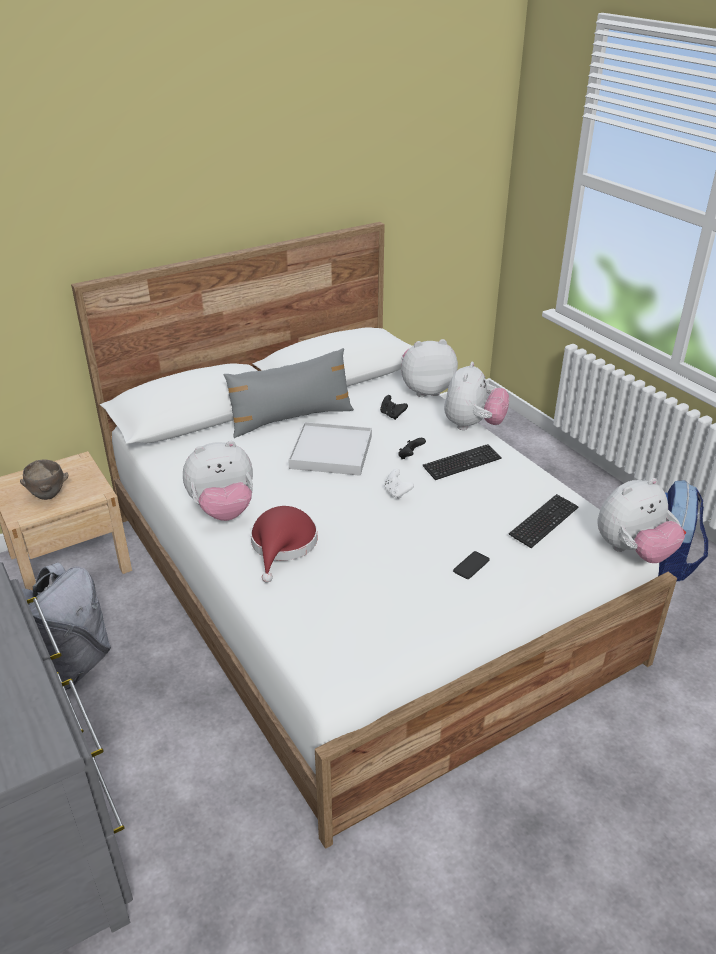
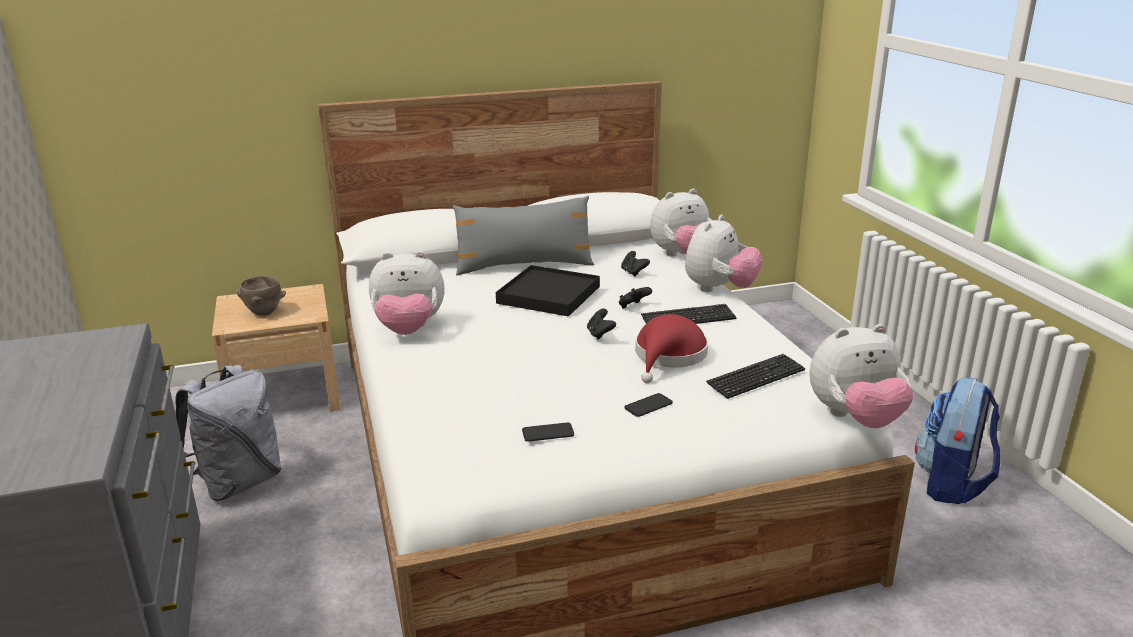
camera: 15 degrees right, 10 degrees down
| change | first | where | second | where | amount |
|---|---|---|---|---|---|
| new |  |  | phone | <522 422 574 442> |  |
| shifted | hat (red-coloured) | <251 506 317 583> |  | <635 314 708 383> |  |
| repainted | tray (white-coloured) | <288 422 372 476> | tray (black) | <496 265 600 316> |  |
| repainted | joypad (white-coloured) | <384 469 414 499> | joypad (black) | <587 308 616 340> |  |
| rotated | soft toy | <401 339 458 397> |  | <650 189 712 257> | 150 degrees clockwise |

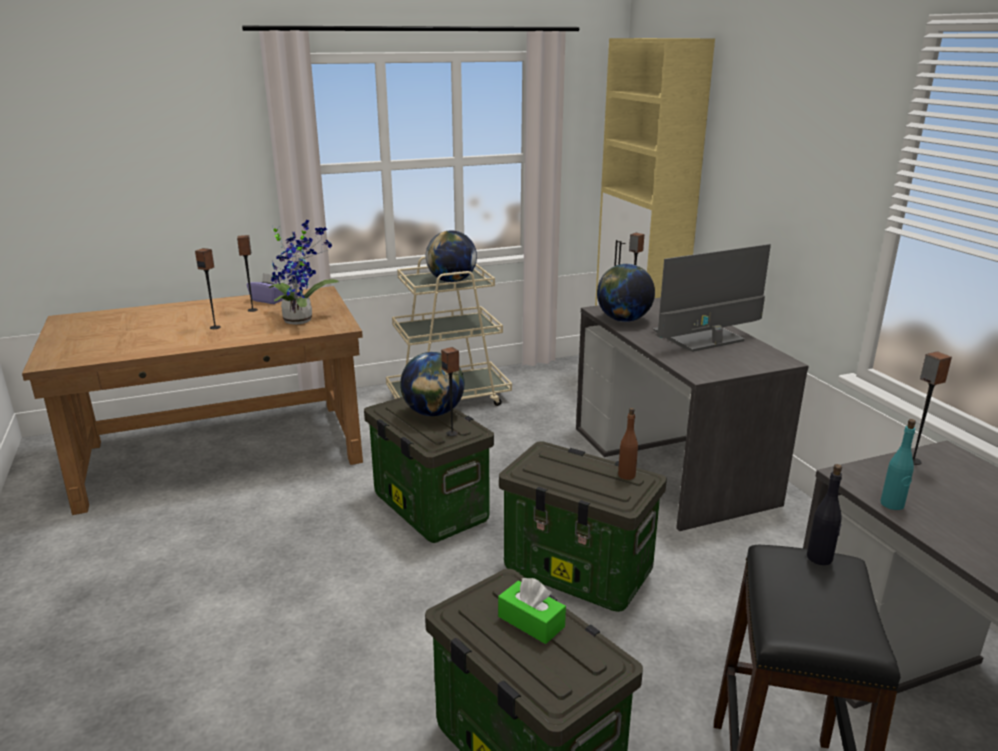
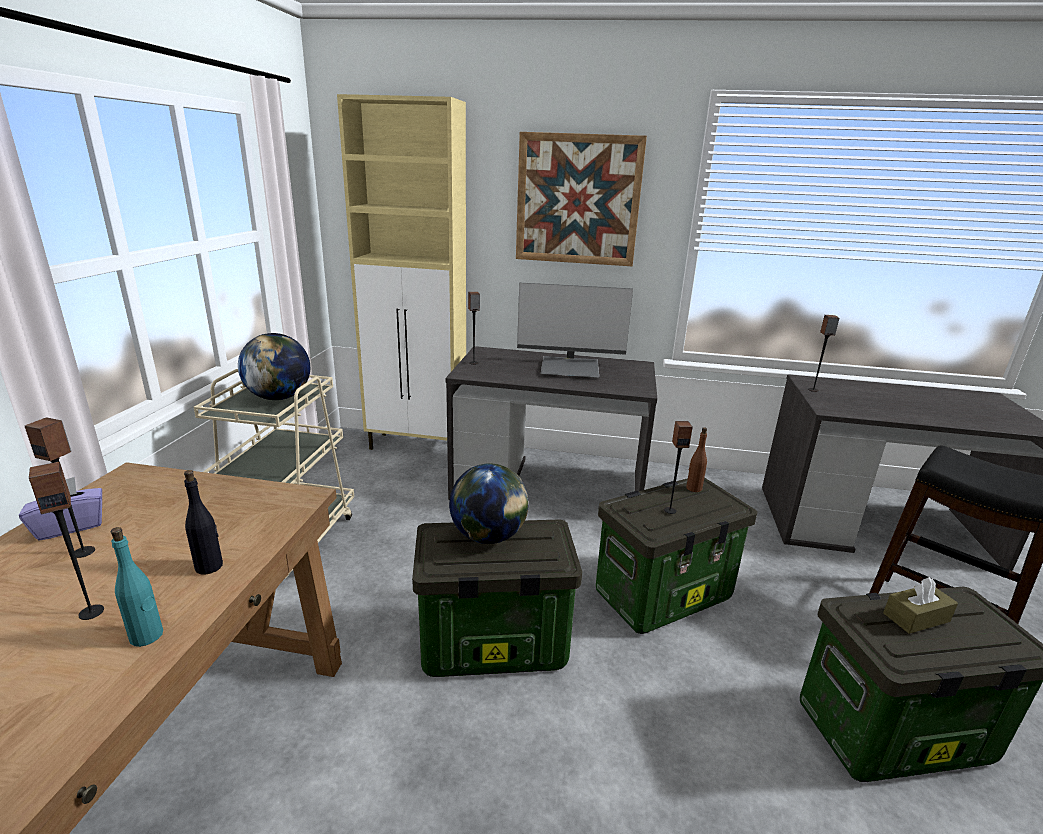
camera: 60 degrees left, 0 degrees up
| change | first | where | second | where | amount |
|---|---|---|---|---|---|
| gone | houseplant | <269 220 339 325> |  |  |  |
| gone | world globe | <597 263 655 322> |  |  |  |
| new |  |  | picture | <516 132 647 266> |  |
| shifted | loudspeaker | <441 347 459 436> |  | <664 421 693 514> |  |
| shifted | drink bottle (black) | <807 464 842 565> |  | <184 470 223 575> |  |
| shifted | drink bottle (turquoise) | <880 419 916 510> |  | <111 527 163 647> |  |
| repainted | tissue box (greenish) | <498 578 566 644> | tissue box (brownish) | <883 577 958 634> |  |
| rotated | computer screen | <652 244 771 352> |  | <517 283 633 378> | 90 degrees counterclockwise |

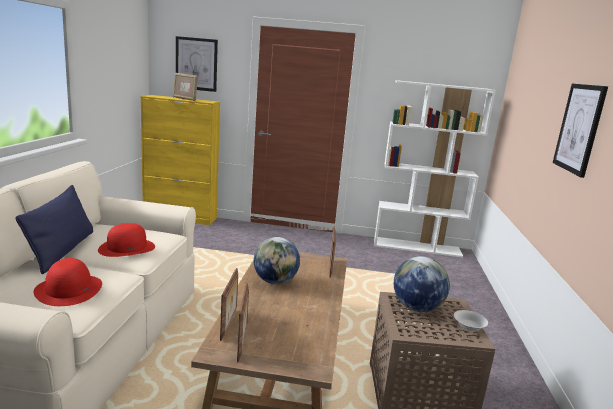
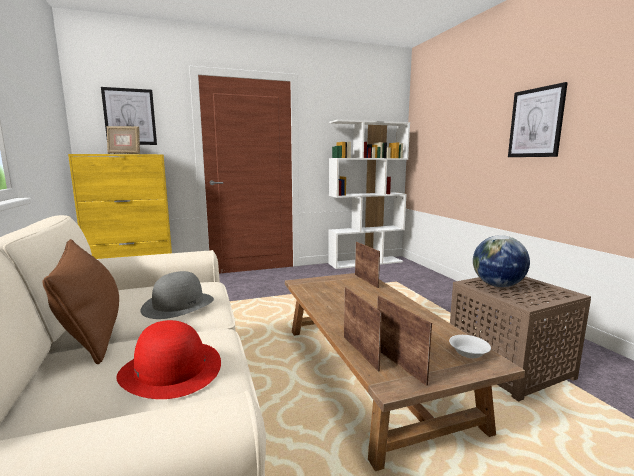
camera: 25 degrees left, 5 degrees down
| change | first | where | second | where | amount |
|---|---|---|---|---|---|
| gone | world globe | <254 237 300 284> |  |  |  |
| shifted | bowl (white-coloured) | <454 310 488 331> |  | <449 335 491 358> |  |
| repainted | throw pillow (blue-coloured) | <16 185 93 274> | throw pillow (brownish) | <42 239 119 364> |  |
| repainted | hat (red-coloured) | <98 223 155 257> | hat (gray) | <141 271 214 319> |  |

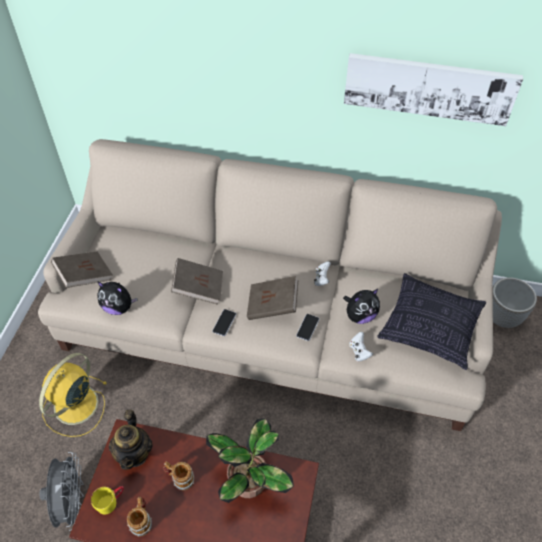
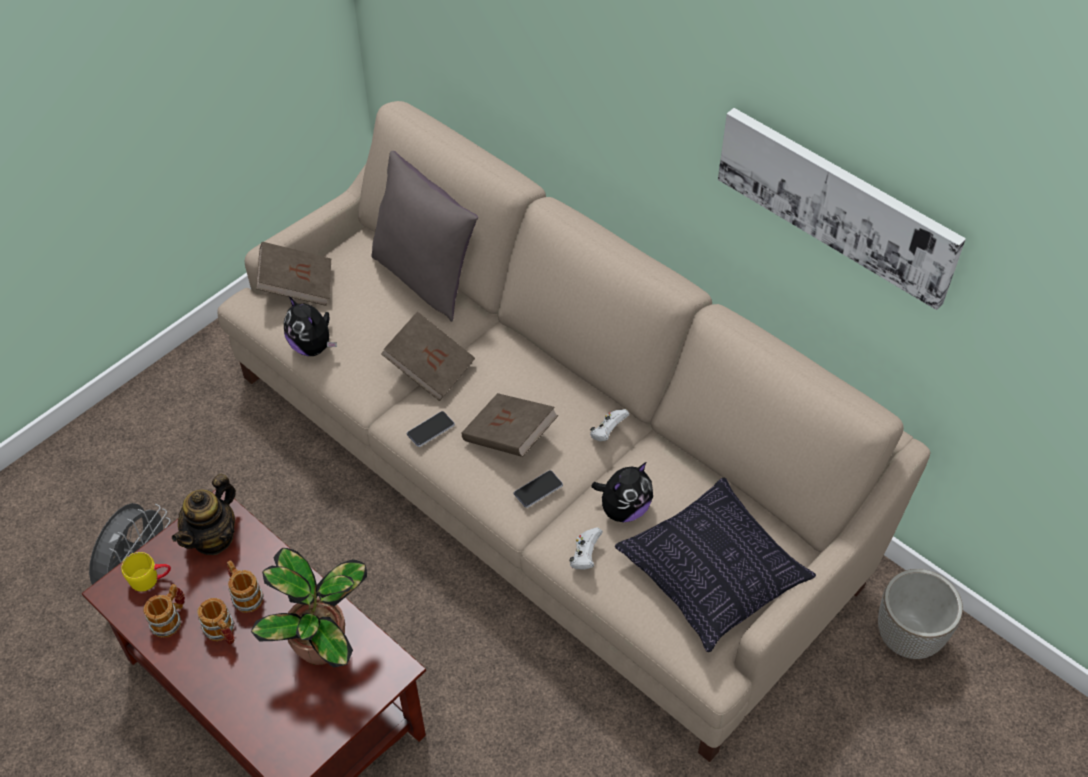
camera: 30 degrees right, 0 degrees up
| change | first | where | second | where | amount |
|---|---|---|---|---|---|
| gone | cooling fan (yellow) | <39 353 106 437> |  |  |  |
| new |  |  | mug | <198 598 234 645> |  |
| new |  |  | throw pillow (gray) | <371 151 478 322> |  |
| rotated | soft toy | <343 289 380 324> |  | <591 462 653 522> | 45 degrees counterclockwise |

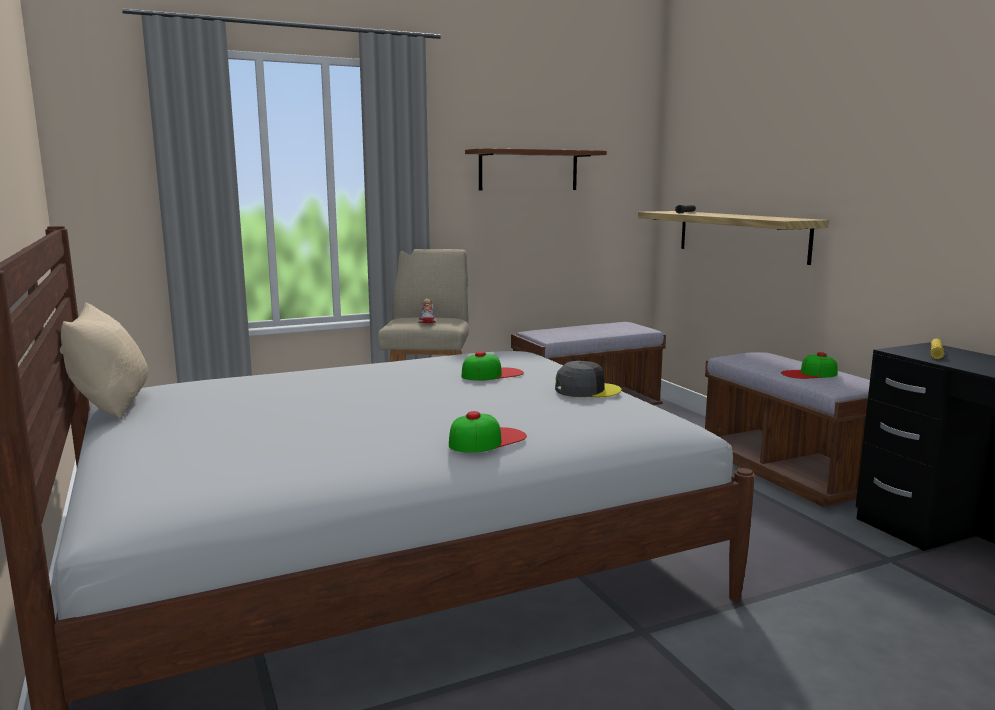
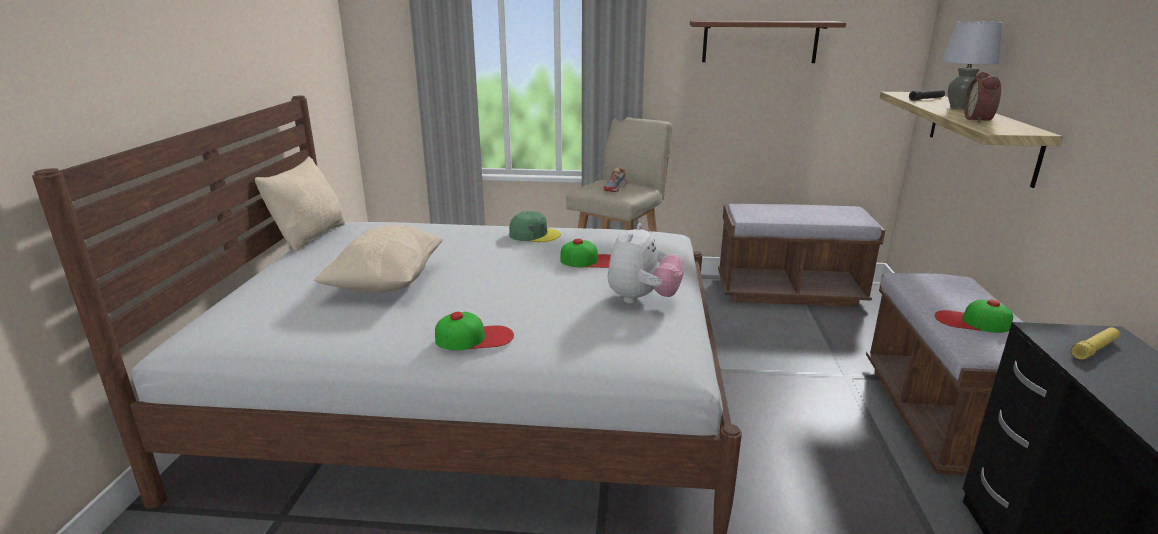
camera: 30 degrees right, 10 degrees up
| change | first | where | second | where | amount |
|---|---|---|---|---|---|
| new |  |  | throw pillow (beige) | <314 225 443 293> |  |
| new |  |  | cap (greenish) | <509 211 561 242> |  |
| new |  |  | tabletop lamp (gray) | <943 21 1002 109> |  |
| new |  |  | alarm clock | <964 72 1001 123> |  |
| swapped | cap (gray) | <555 361 622 397> | soft toy | <608 223 684 304> |  |

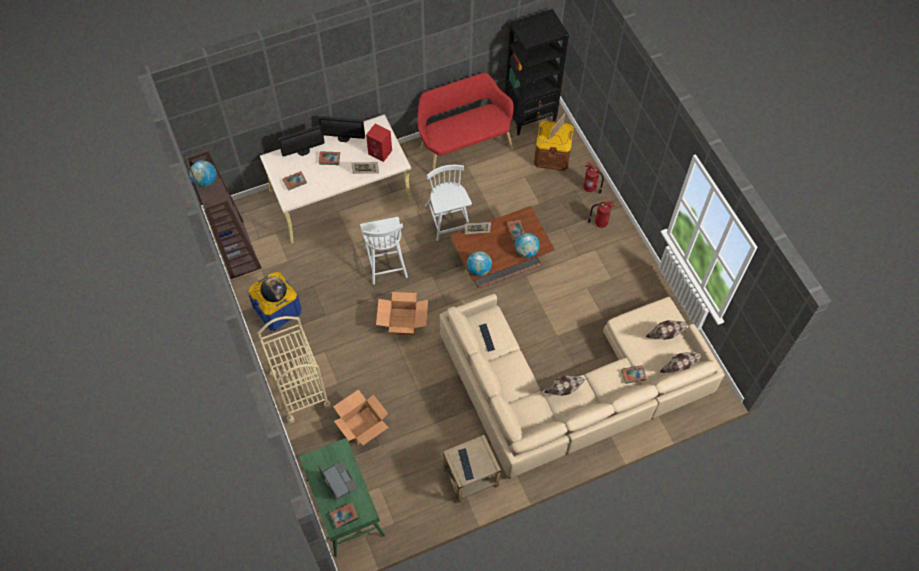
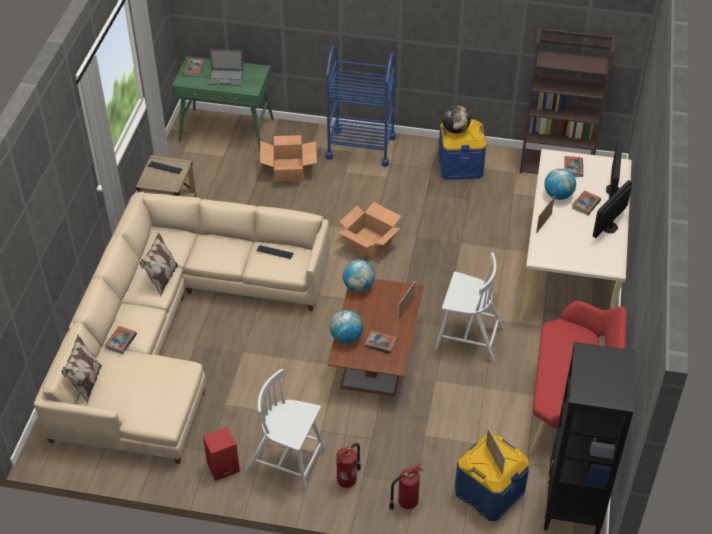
camera: 125 degrees right, 15 degrees down
| change | first | where | second | where | amount |
|---|---|---|---|---|---|
| gone | throw pillow | <646 320 693 340> |  |  |  |
| shifted | world globe | <189 161 216 187> |  | <544 168 576 200> |  |
| shifted | chair (white-coloured) | <360 217 408 285> |  | <245 369 326 492> |  |
| shifted | loudspeaker (red-coloured) | <366 124 392 162> |  | <203 427 240 481> |  |
| repainted | trolley (beige) | <258 316 331 424> | trolley (blue-coloured) | <325 46 396 167> |  |
| repainted | storage box (brownish) | <534 121 574 171> | storage box (blue-coloured) | <455 434 529 521> |  |

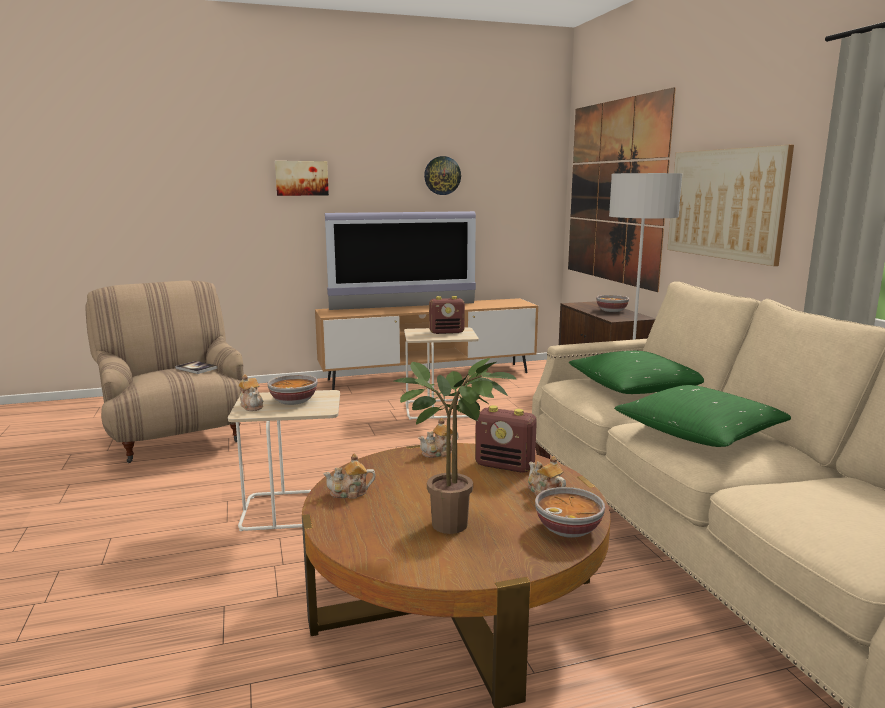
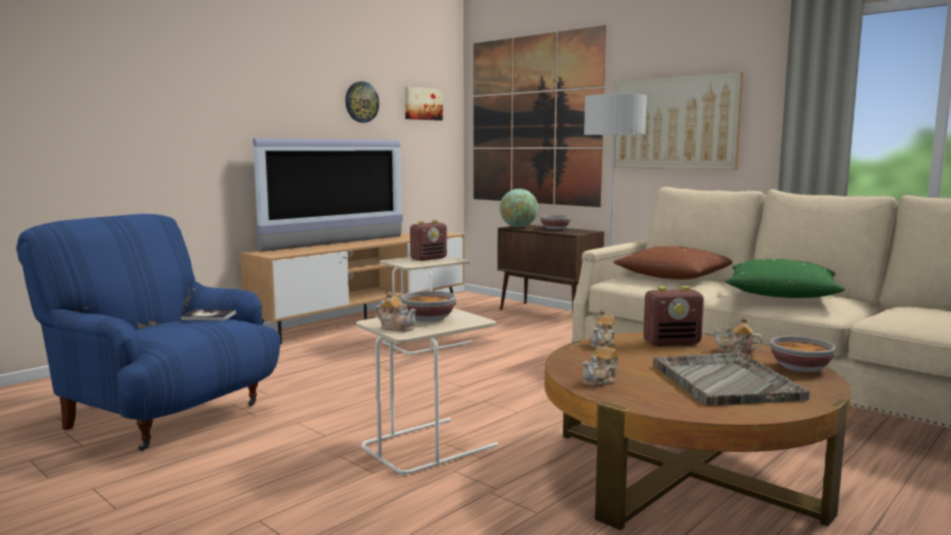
camera: 30 degrees left, 5 degrees down
| change | first | where | second | where | amount |
|---|---|---|---|---|---|
| new |  |  | world globe | <500 189 538 227> |  |
| shifted | picture | <275 161 329 196> |  | <405 87 443 121> |  |
| swapped | houseplant | <394 358 516 534> | tray (gray) | <653 352 810 406> |  |
| repainted | lounge chair (beige) | <86 280 244 463> | lounge chair (blue-coloured) | <16 214 280 452> |  |
| repainted | throw pillow (greenish) | <569 351 704 394> | throw pillow (brownish) | <613 246 732 280> |  |

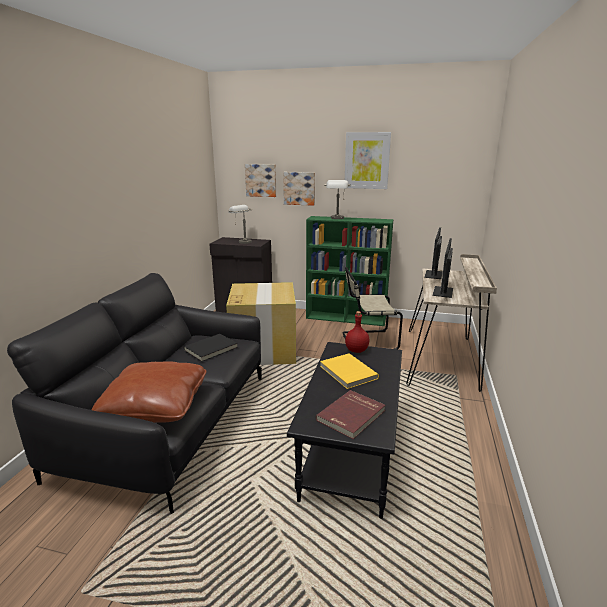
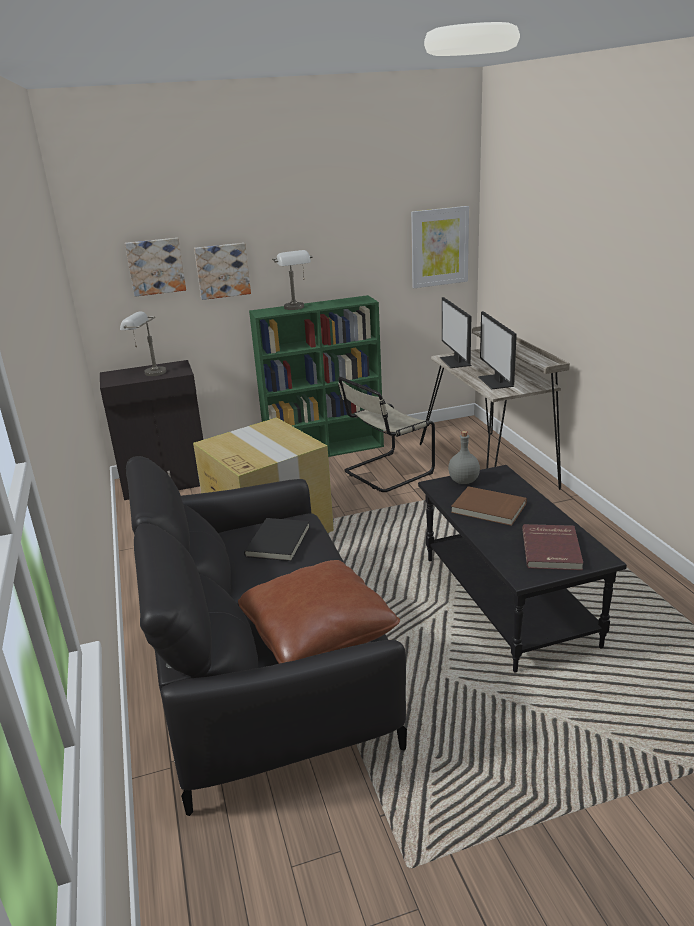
camera: 30 degrees left, 5 degrees up
| change | first | where | second | where | amount |
|---|---|---|---|---|---|
| shifted | picture | <345 132 391 189> |  | <411 206 469 288> |  |
| repainted | volume (yellow) | <320 353 379 389> | volume (brownish) | <451 486 527 526> |  |
| repainted | drink bottle (red-coloured) | <345 311 369 353> | drink bottle (gray) | <448 431 480 484> |  |

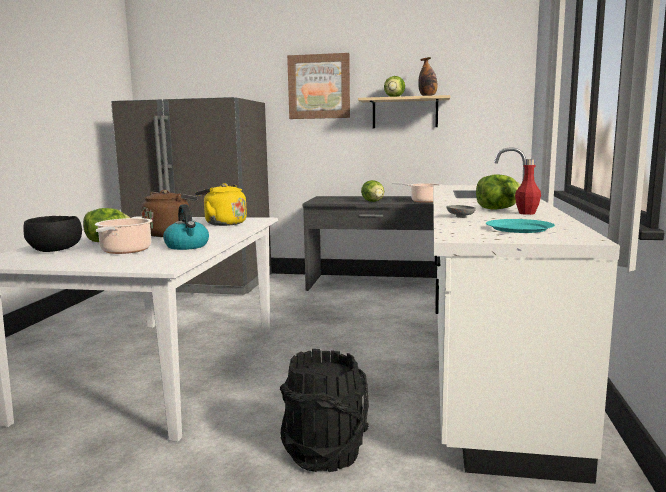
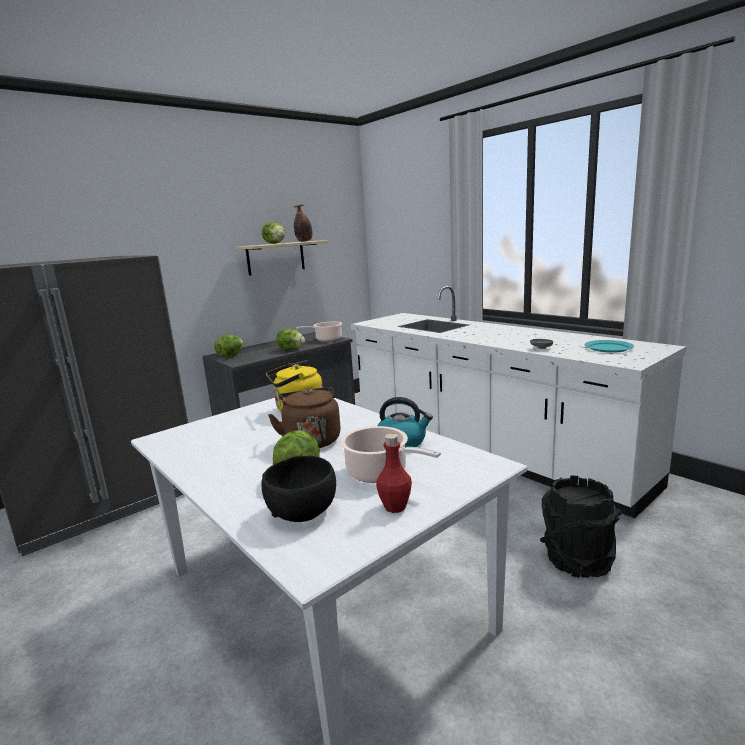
camera: 50 degrees left, 5 degrees up
| change | first | where | second | where | amount |
|---|---|---|---|---|---|
| gone | picture | <287 53 350 119> |  |  |  |
| shifted | lettuce | <476 174 521 210> |  | <214 335 244 357> |  |
| shifted | drink bottle (red-coloured) | <515 159 541 215> |  | <376 434 412 513> |  |

